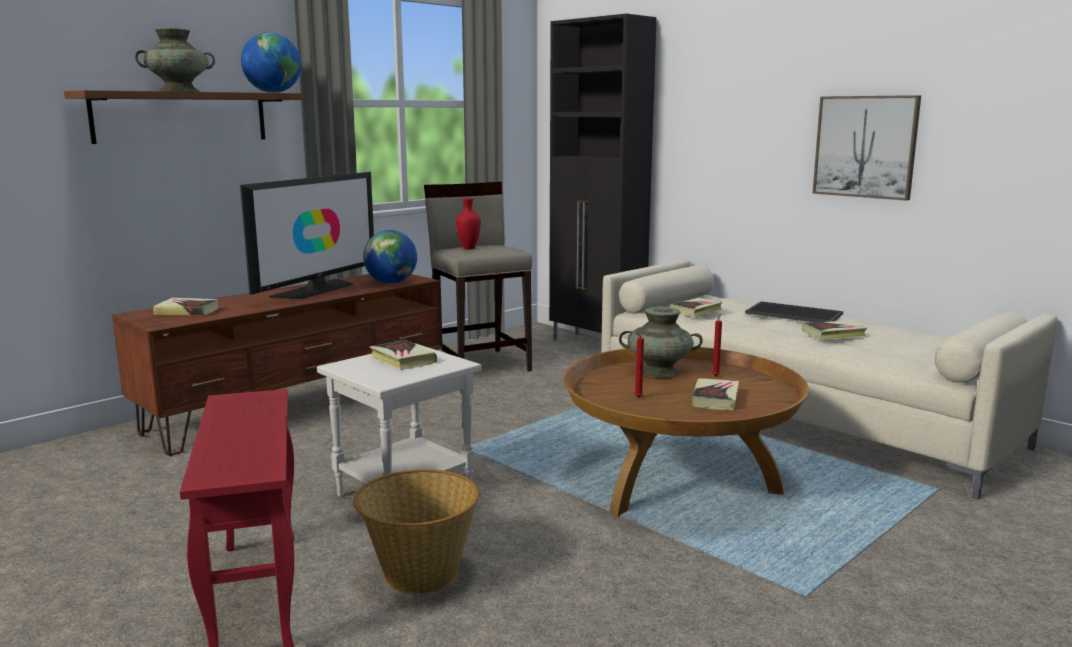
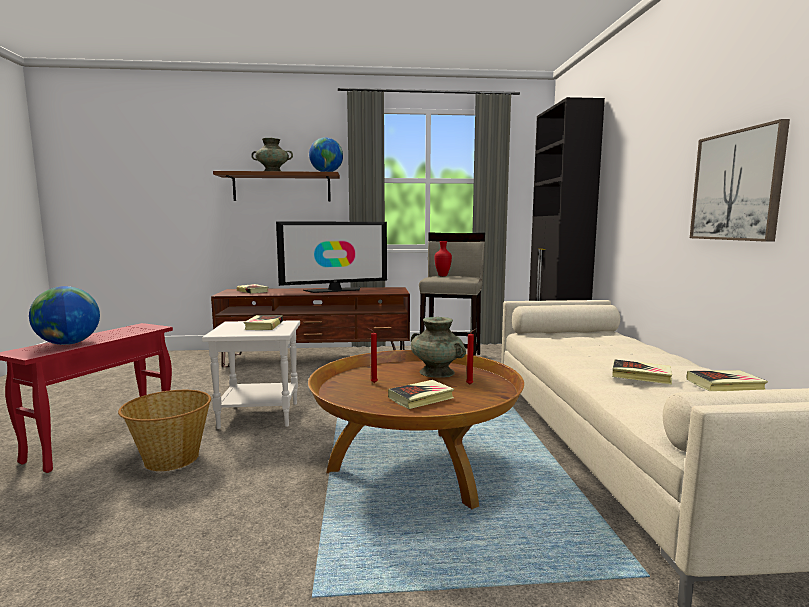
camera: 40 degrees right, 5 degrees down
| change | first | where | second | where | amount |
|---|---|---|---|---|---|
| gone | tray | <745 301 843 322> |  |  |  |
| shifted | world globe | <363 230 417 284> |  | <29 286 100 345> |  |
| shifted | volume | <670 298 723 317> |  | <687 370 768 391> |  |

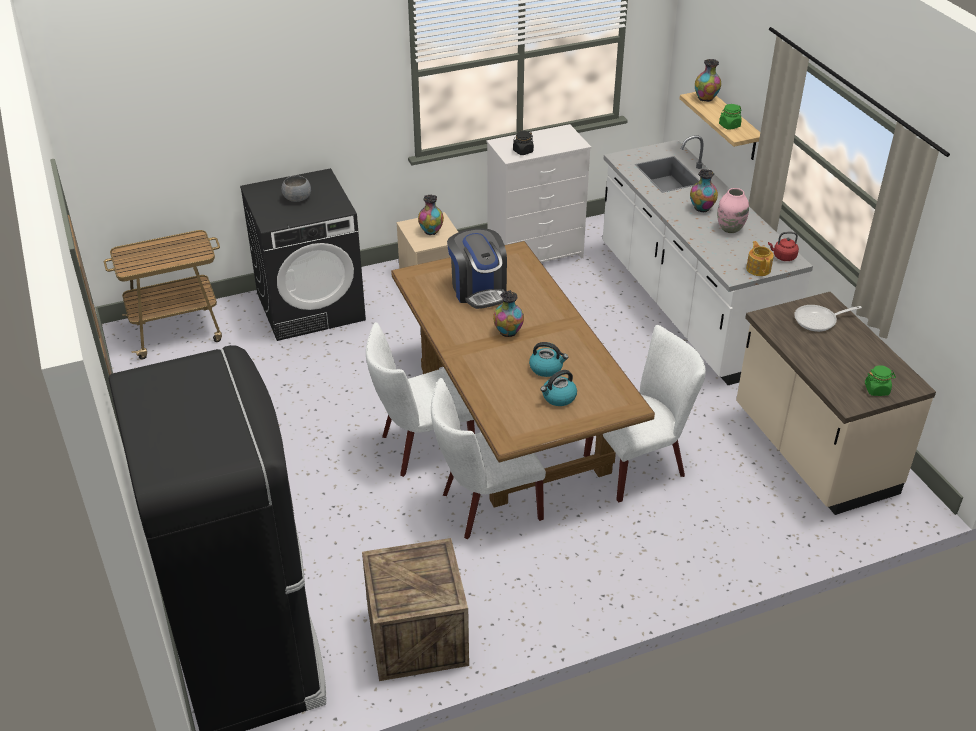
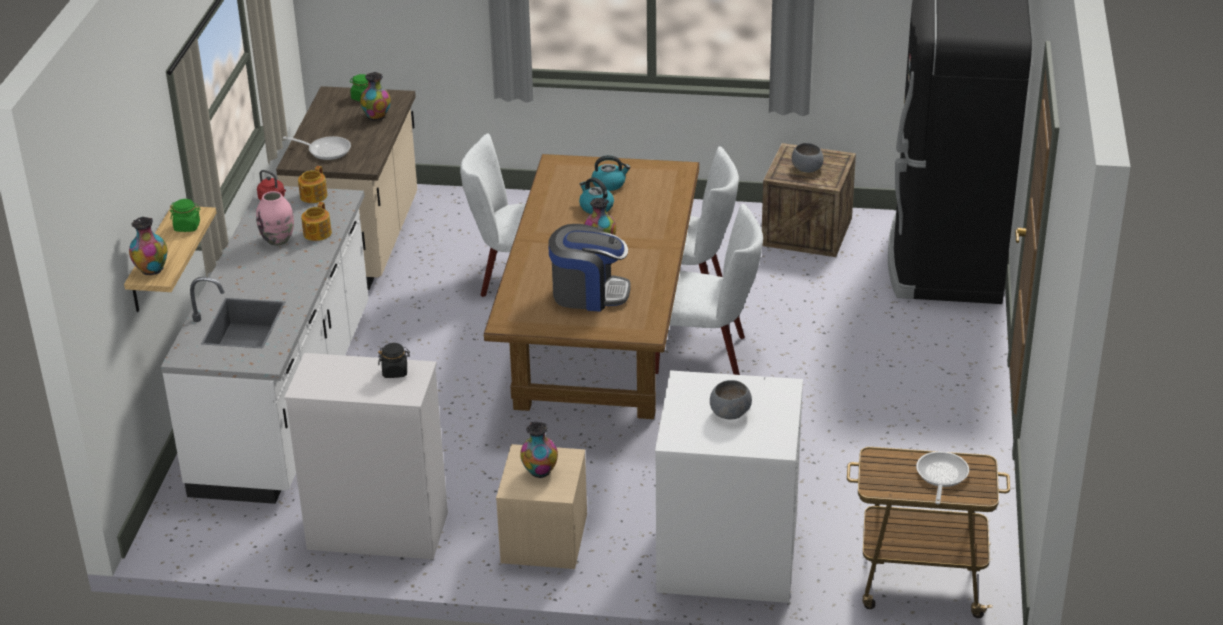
camera: 150 degrees left, 5 degrees down
| change | first | where | second | where | amount |
|---|---|---|---|---|---|
| new |  |  | teapot | <301 202 332 241> |  |
| new |  |  | bowl (gray) | <792 143 824 173> |  |
| new |  |  | skillet | <916 451 969 504> |  |
| shifted | decorative vase | <690 169 718 213> |  | <360 72 391 121> |  |
| repainted | laundry machine (black) | <240 168 366 341> | laundry machine (white-coloured) | <655 370 803 603> |  |
| rotated | coffee machine | <447 229 507 309> |  | <548 224 631 312> | 90 degrees clockwise |

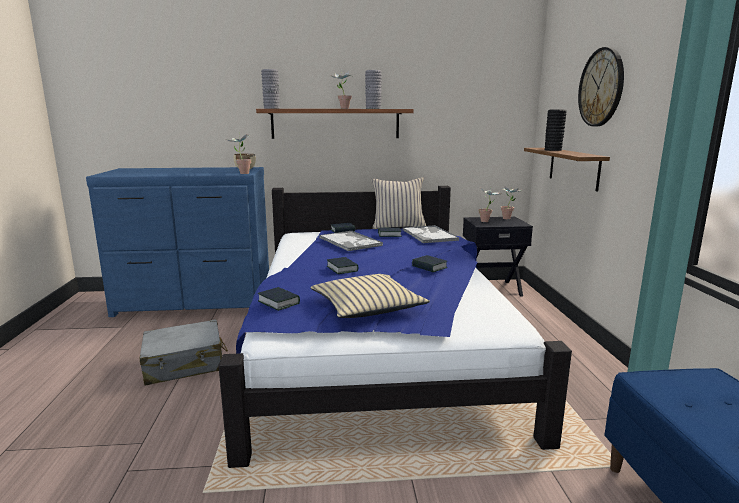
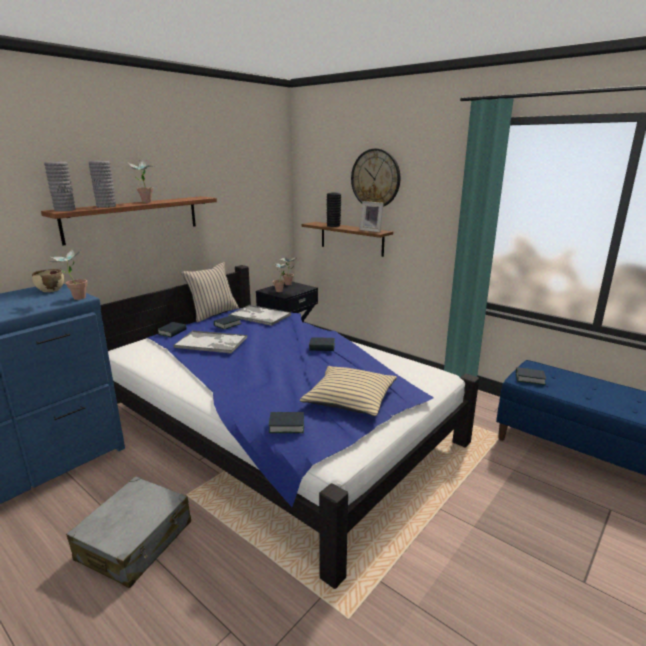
camera: 45 degrees left, 5 degrees up
| change | first | where | second | where | amount |
|---|---|---|---|---|---|
| new |  |  | standing frame | <360 201 384 232> |  |
| shifted | volume | <327 257 358 274> |  | <516 367 546 385> |  |
| shifted | decorative vase (gray) | <365 70 382 109> |  | <89 161 116 208> |  |

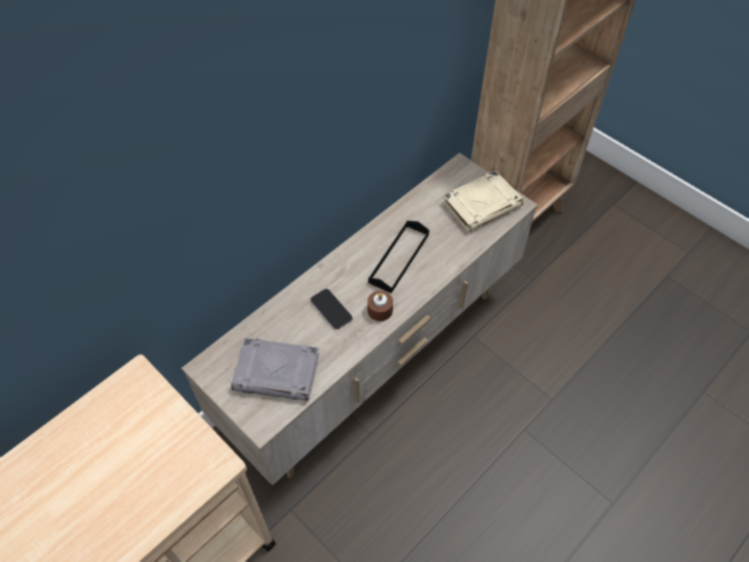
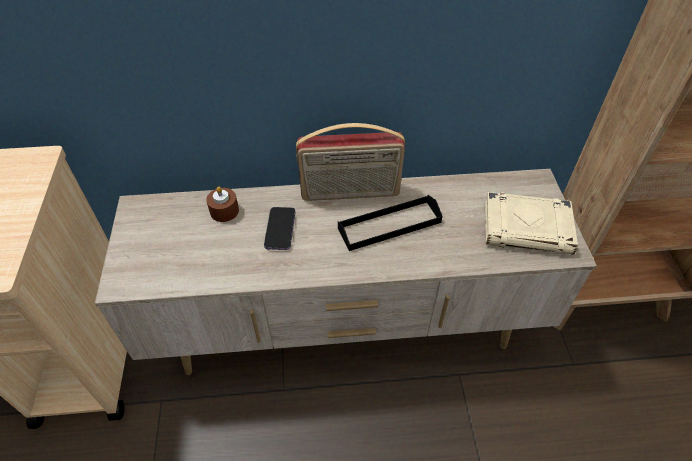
camera: 40 degrees right, 5 degrees down
| change | first | where | second | where | amount |
|---|---|---|---|---|---|
| gone | volume (gray) | <231 338 319 401> |  |  |  |
| new |  |  | radio set | <296 123 405 201> |  |
| shifted | candle (brownish) | <367 291 393 321> |  | <206 187 239 222> |  |

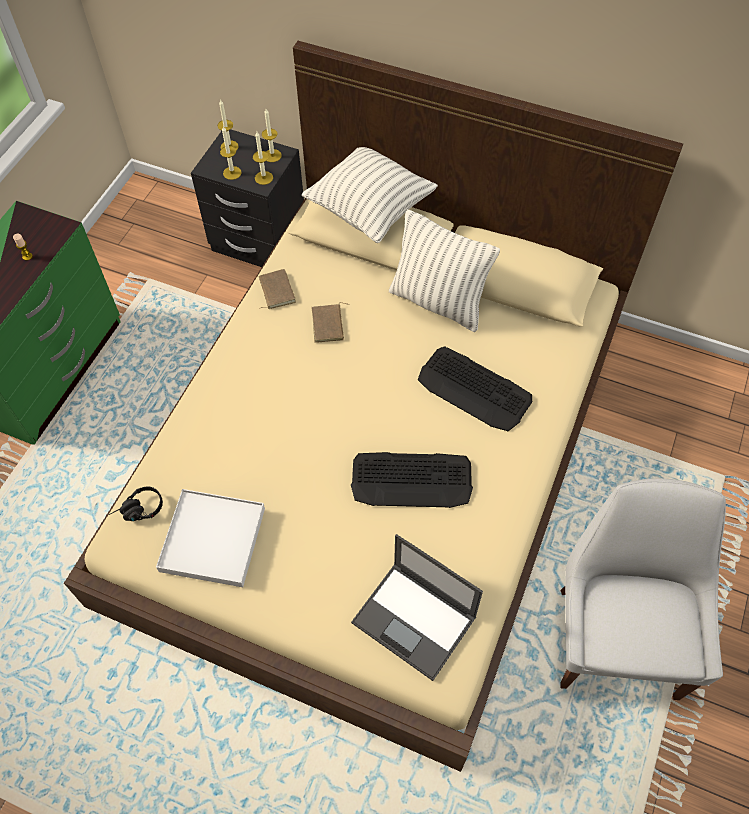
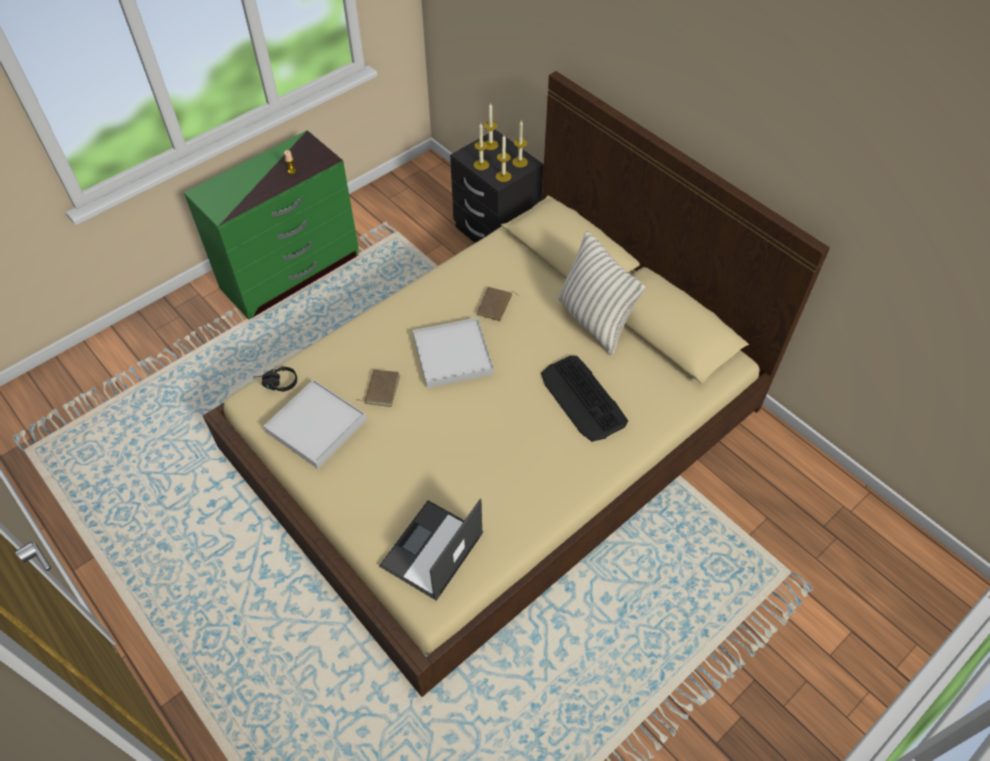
camera: 25 degrees right, 5 degrees down
| change | first | where | second | where | amount |
|---|---|---|---|---|---|
| gone | throw pillow | <302 147 438 243> |  |  |  |
| gone | computer keyboard | <351 452 473 508> |  |  |  |
| gone | chair (white-coloured) | <560 478 726 700> |  |  |  |
| new |  |  | tray (white-coloured) | <413 318 494 388> |  |
| shifted | volume (brownish) | <258 269 296 309> |  | <357 370 400 407> |  |
| rotated | laptop | <351 534 483 681> |  | <379 499 483 601> | 60 degrees clockwise |

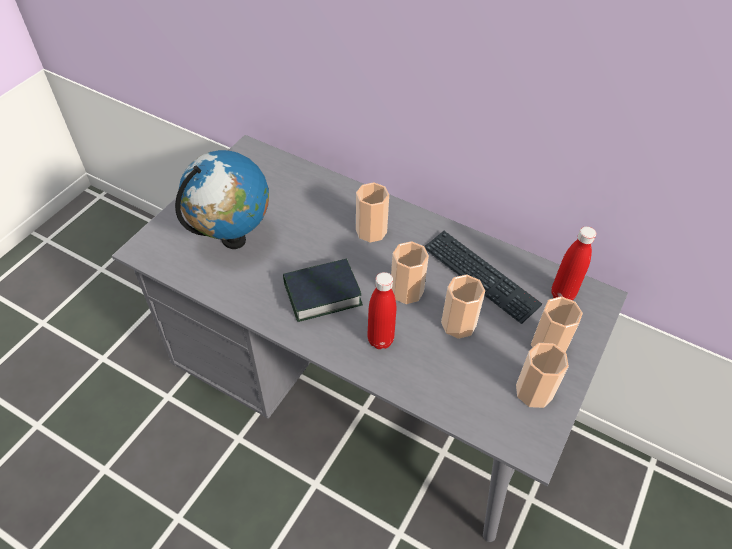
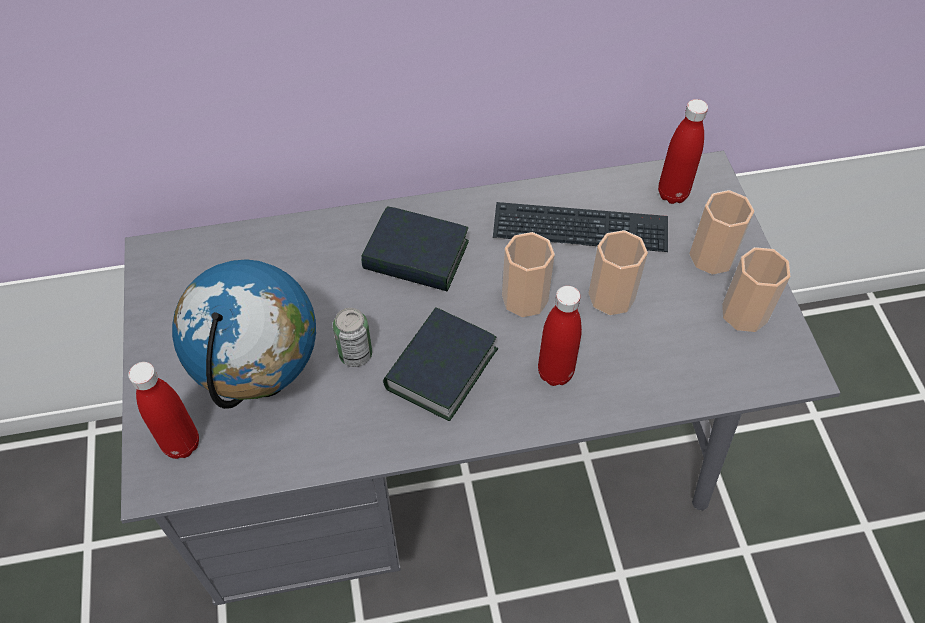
camera: 40 degrees left, 5 degrees up
| change | first | where | second | where | amount |
|---|---|---|---|---|---|
| new |  |  | drink bottle (red-coloured) | <128 362 199 459> |  |
| new |  |  | metal can | <333 308 372 367> |  |
| swapped | small cup | <356 182 389 243> | volume | <361 206 469 292> |  |

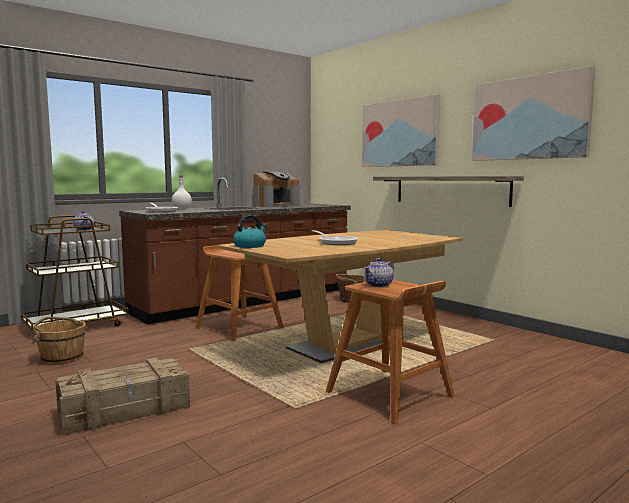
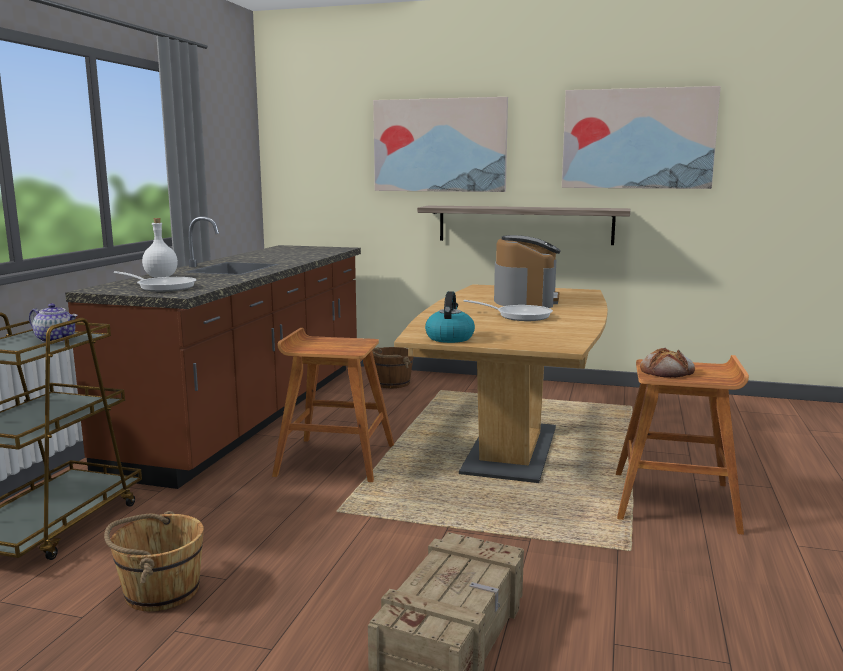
camera: 35 degrees left, 5 degrees up
| change | first | where | second | where | amount |
|---|---|---|---|---|---|
| shifted | coffee machine | <253 172 300 207> |  | <494 235 561 308> |  |
| swapped | teapot | <364 258 394 287> | bakery bread | <640 348 695 378> |  |

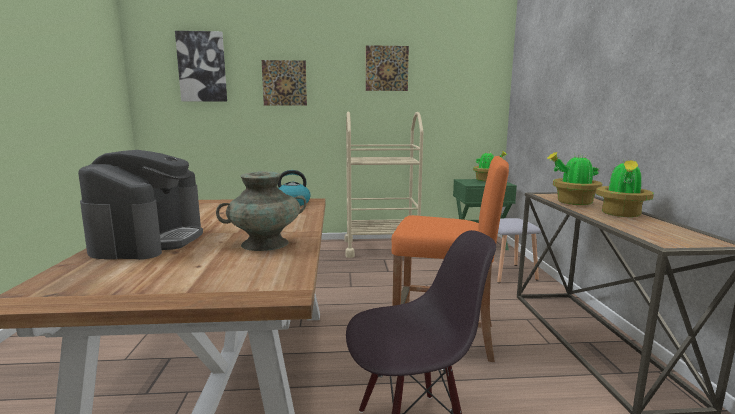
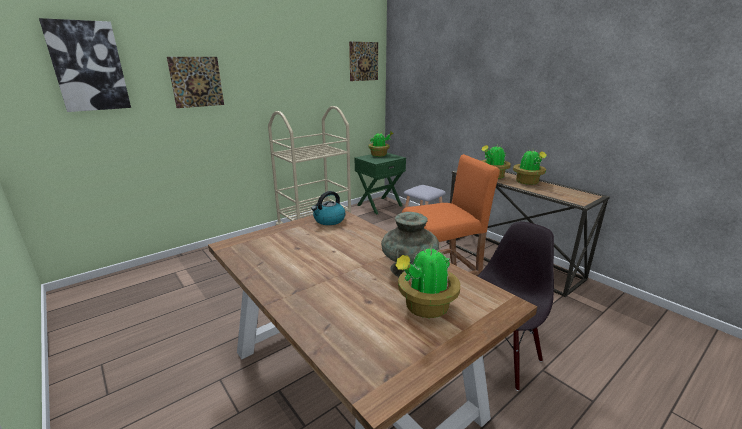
camera: 35 degrees left, 10 degrees up
| change | first | where | second | where | amount |
|---|---|---|---|---|---|
| gone | coffee machine | <78 150 203 260> |  |  |  |
| new |  |  | houseplant | <395 247 460 318> |  |
| shifted | picture | <366 45 409 91> |  | <349 41 378 81> |  |

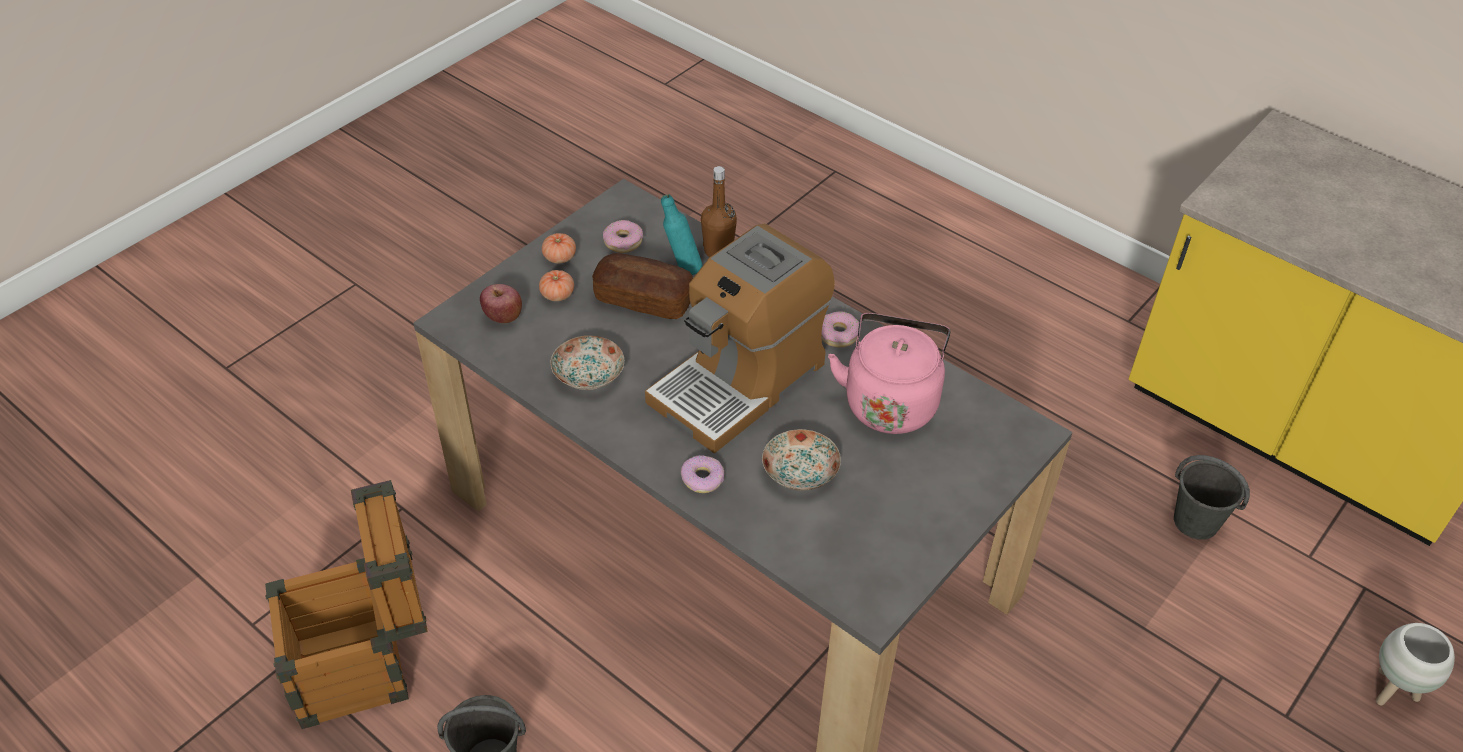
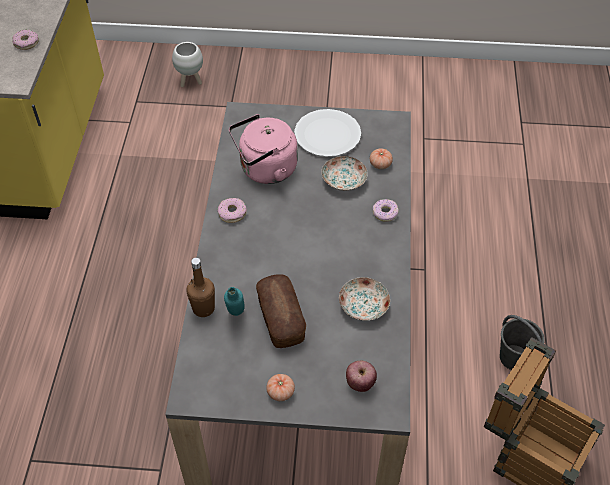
camera: 125 degrees left, 5 degrees up
| change | first | where | second | where | amount |
|---|---|---|---|---|---|
| gone | coffee machine | <645 224 835 453> |  |  |  |
| gone | pail (gray) | <1174 455 1250 540> |  |  |  |
| new |  |  | flat dish (white-coloured) | <294 109 361 157> |  |
| shifted | fresh tomato | <539 270 574 301> |  | <370 148 393 169> |  |
| shifted | ring doughnut | <603 220 643 253> |  | <12 30 39 50> |  |

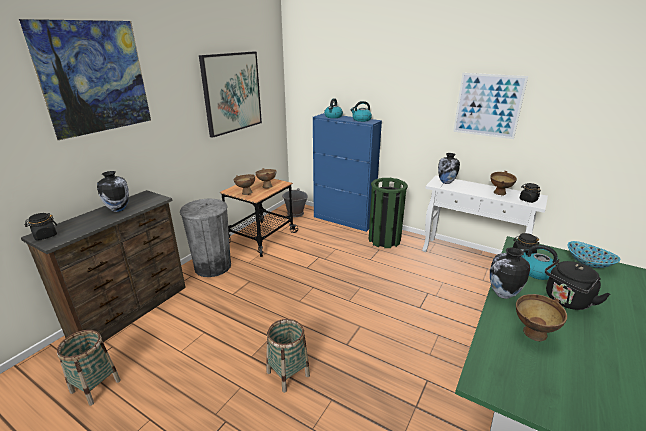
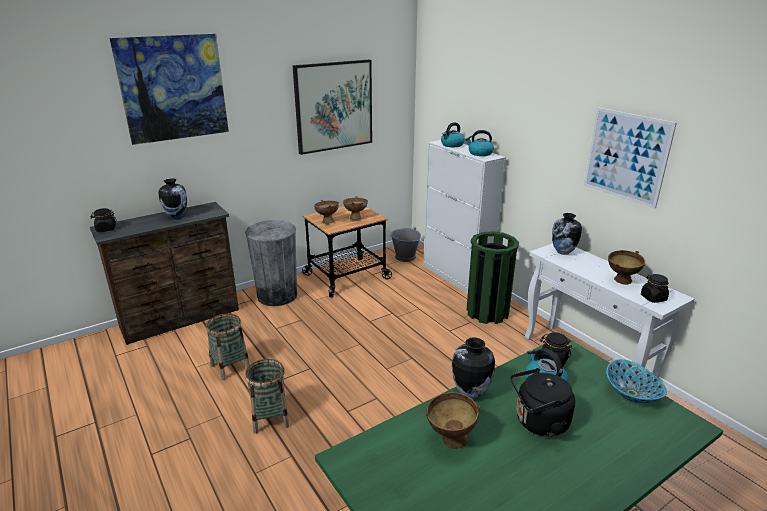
camera: 25 degrees right, 0 degrees up
| change | first | where | second | where | amount |
|---|---|---|---|---|---|
| shifted | storage basket | <57 330 121 406> |  | <206 314 250 380> |  |
| repainted | cupboard (blue-coloured) | <313 113 382 232> | cupboard (white-coloured) | <423 140 506 294> |  |

